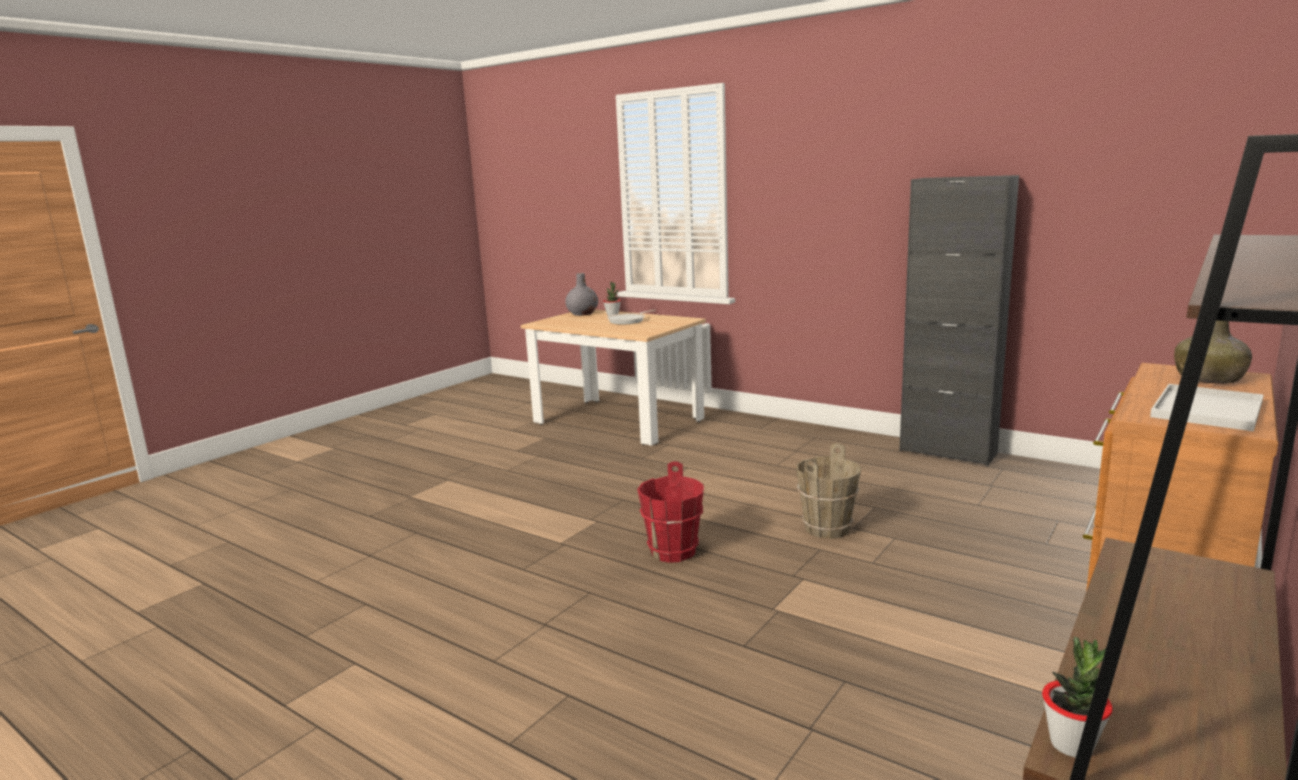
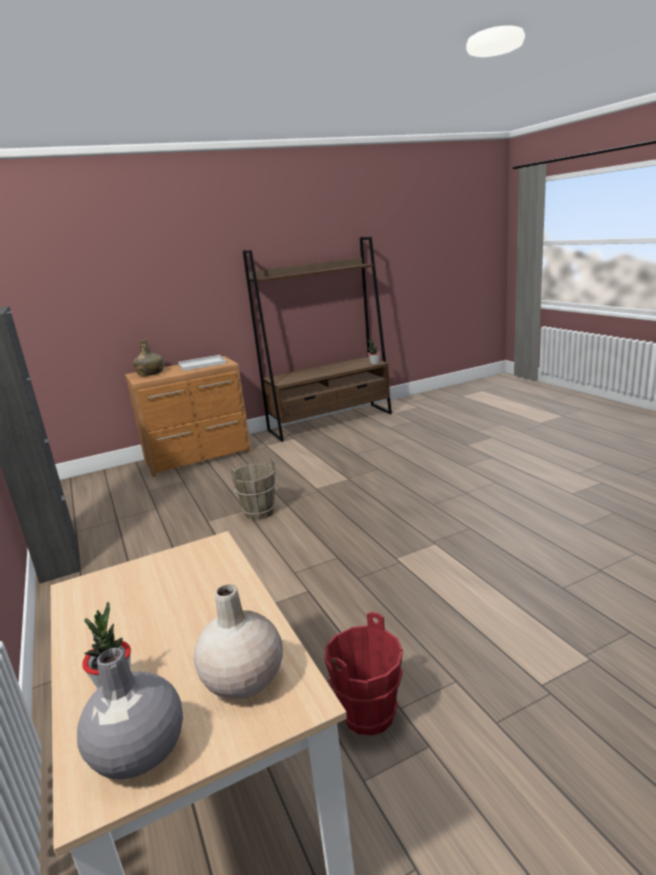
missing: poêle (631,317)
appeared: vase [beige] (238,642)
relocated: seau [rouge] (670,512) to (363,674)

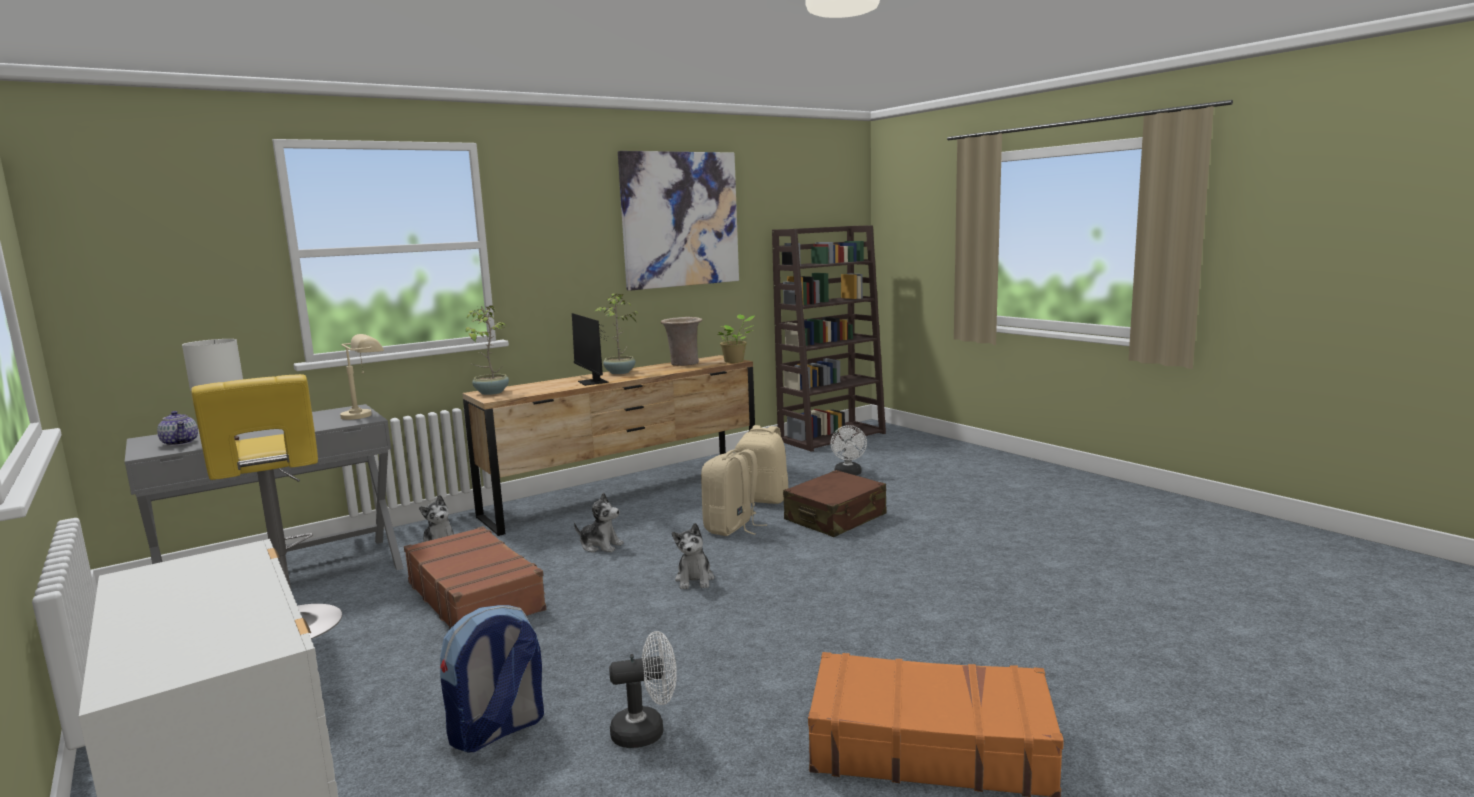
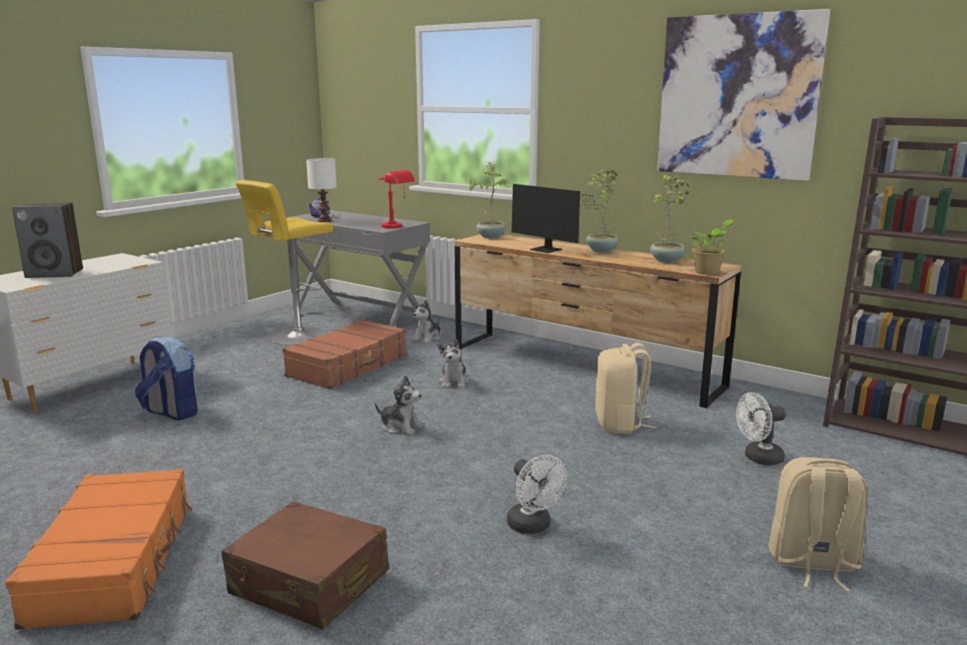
appeared: enceinte (47,240)
relocated: valise [marron] (835,503) to (305,565); ventilateur [blanc] (643,689) to (537,494); sac à dos [beige] (734,492) to (818,524)
exchanged: vase [beige] (681,341) to plante en pot (670,219)
colour: lampe de table [beige] (362,377) to lampe de table [rouge] (396,199)
spun: peluche (693,556) = (399,405) 135 degrees counterclockwise; écran d'ordinateur (590,349) = (556,218) 90 degrees counterclockwise

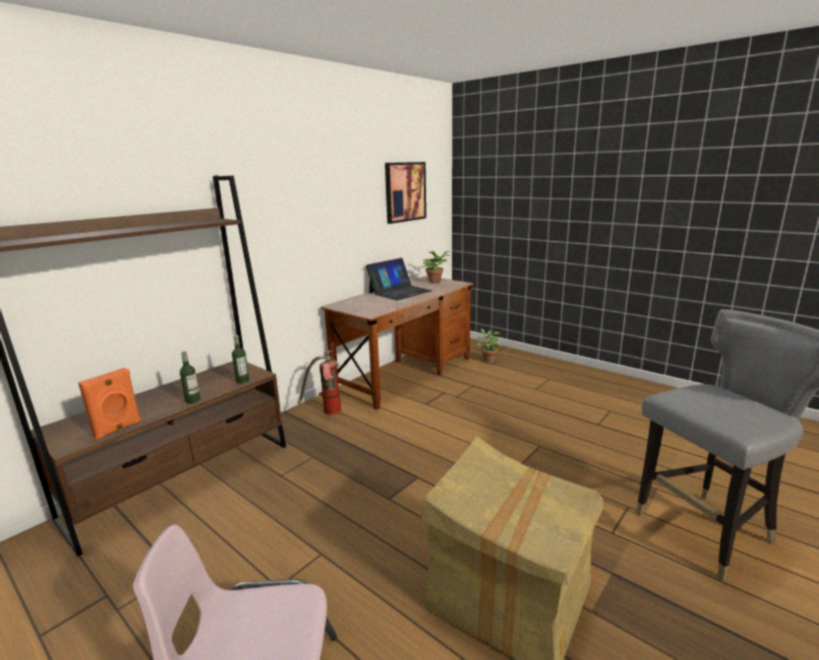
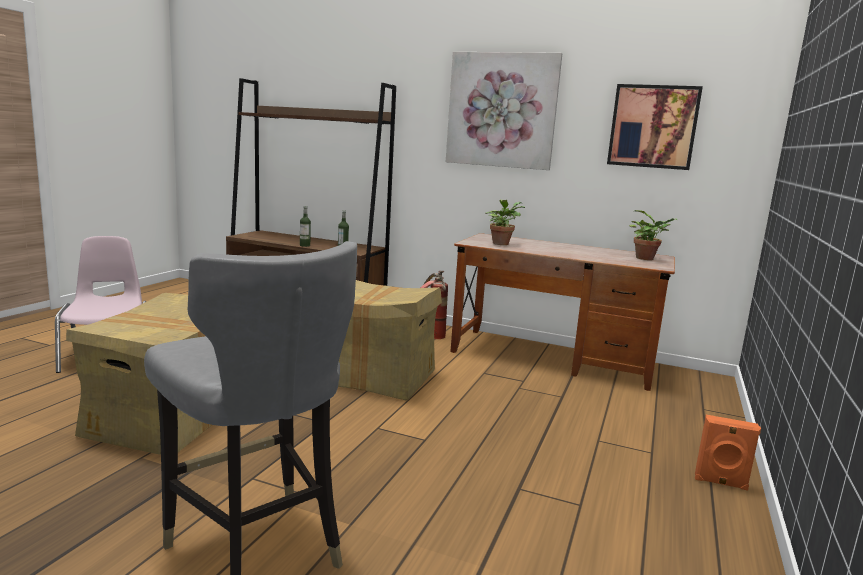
missing: ordinateur portable (399,279)
appeared: carton (390,340); tableau (504,111)
relocated: plante en pot (488,346) to (505,222); enceinte [orange] (109,404) to (728,453)

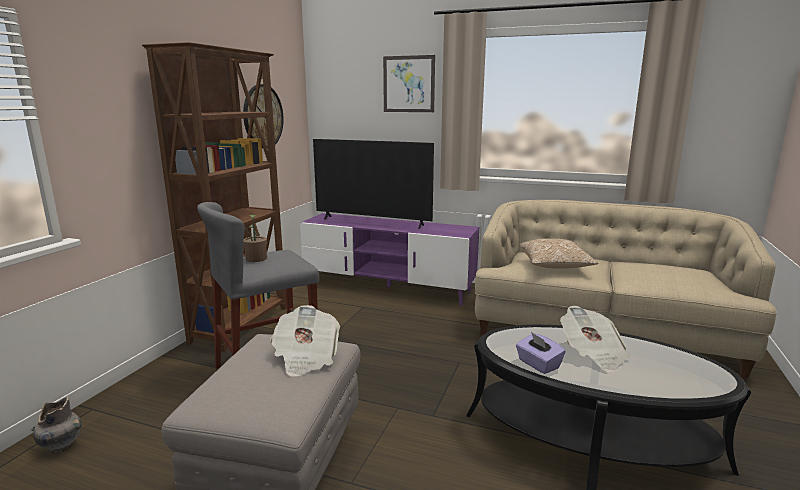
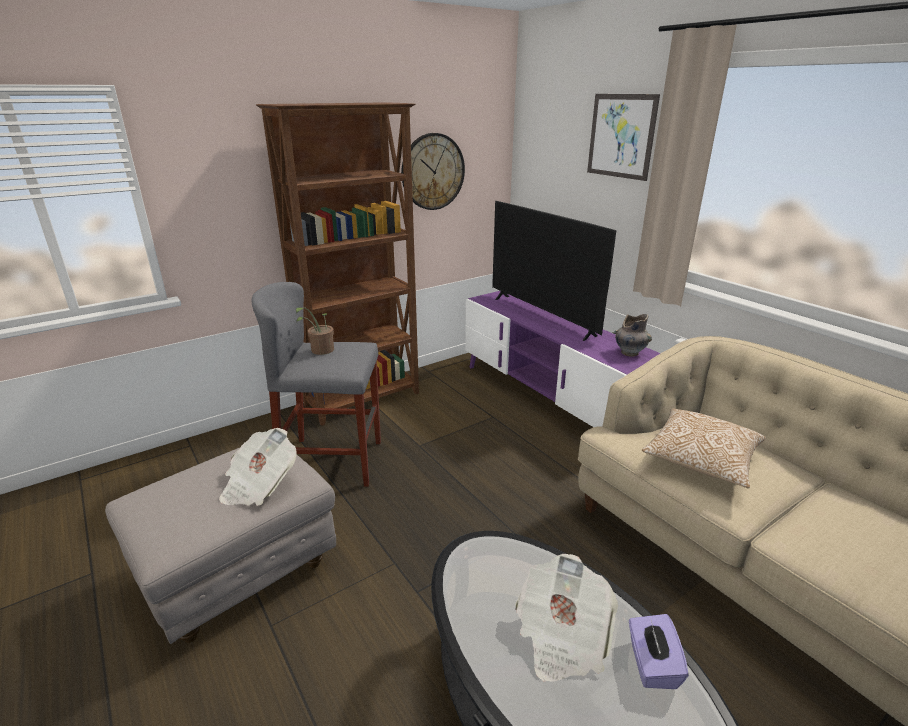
relocated: vase [gris] (56,425) to (632,335); boîte à mouchoirs [violet] (541,353) to (659,651)

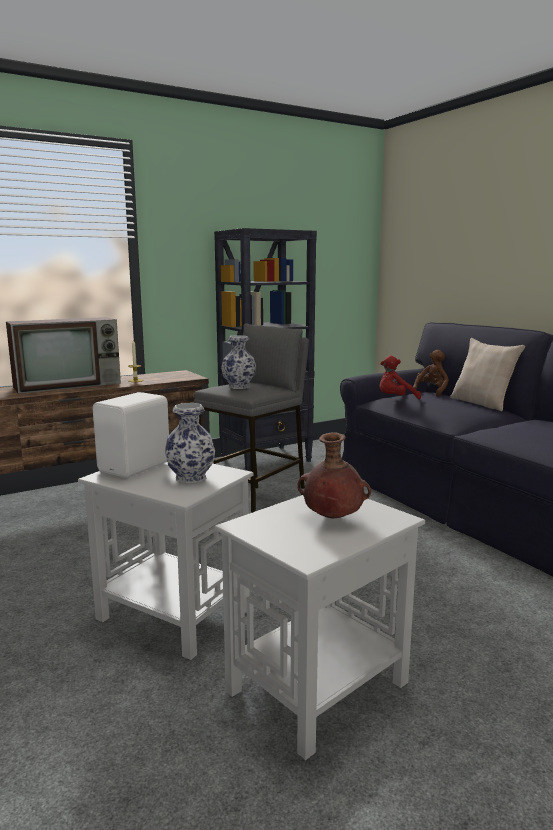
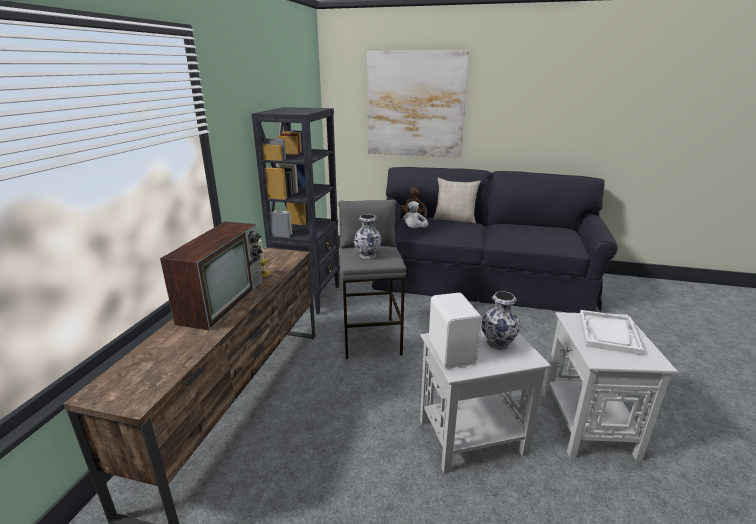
appeared: tableau (418,104)
exchanged: vase [marron] (334,475) to plateau [blanc] (612,332)
colour: peluche [rouge] (400,377) to peluche [blanc] (415,214)

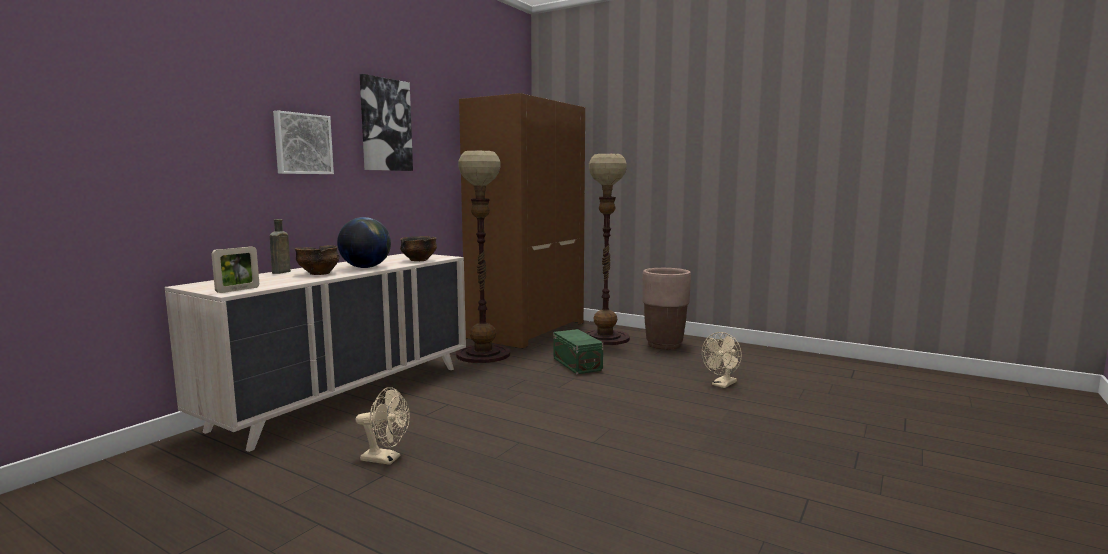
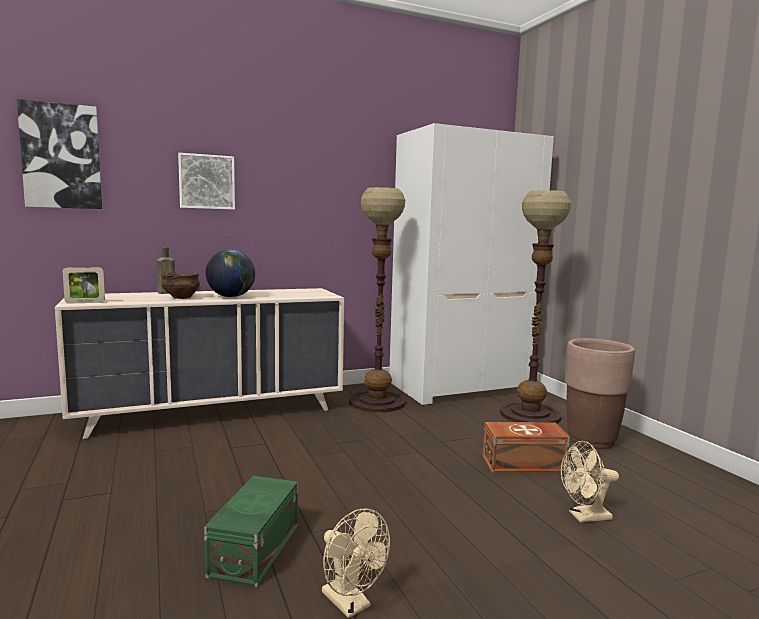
missing: bol (418,248)
appeared: boîte de rangement [marron] (526,447)
relocated: tableau (386,122) to (59,154); boîte de rangement [vert] (578,351) to (251,531); ventilateur [beige] (382,426) to (356,563)
colour: armoire [marron] (522,221) to armoire [blanc] (471,264)

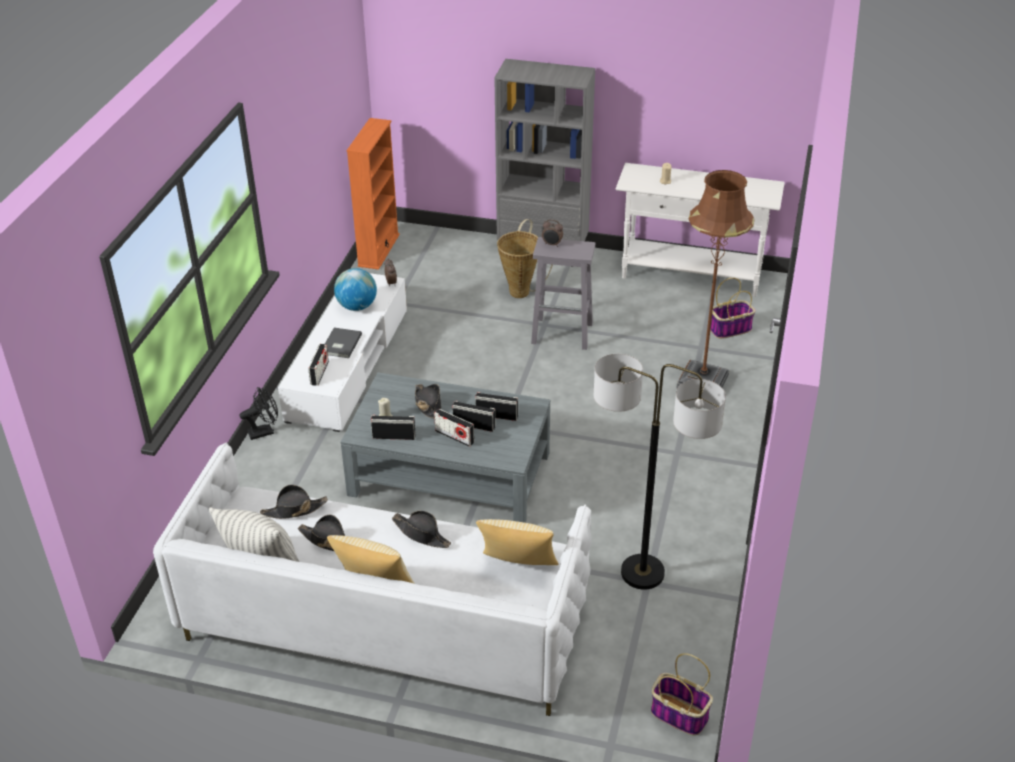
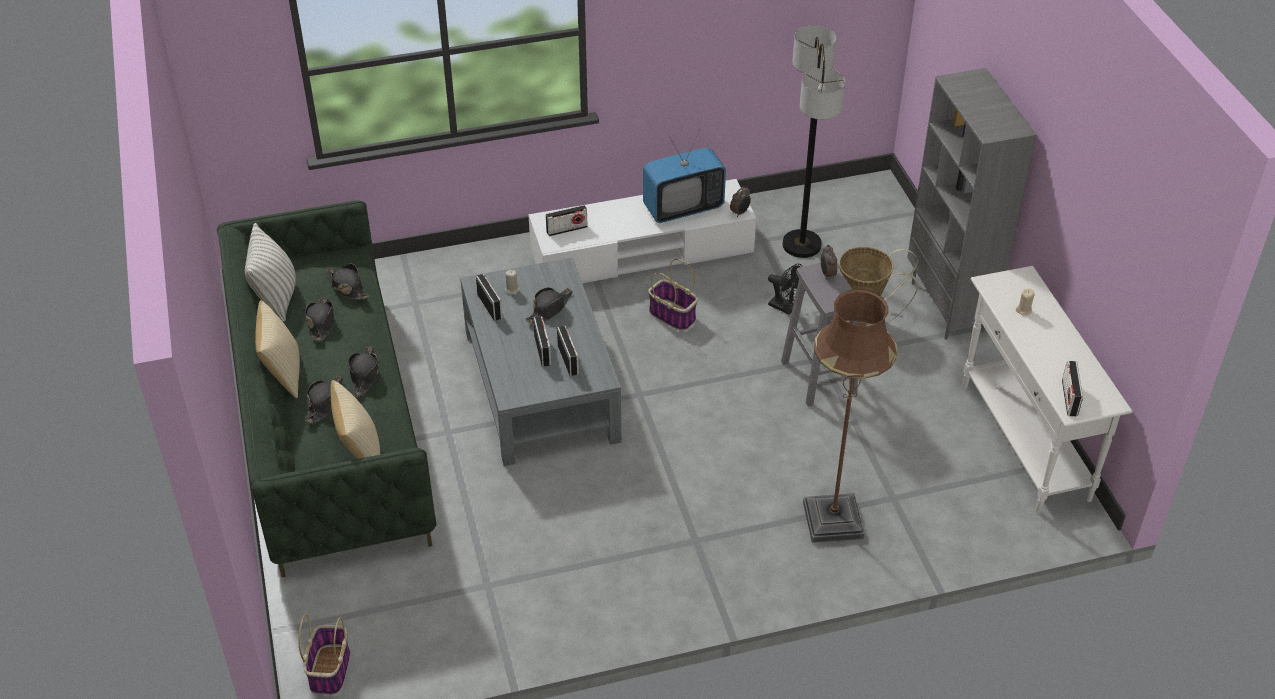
missing: livre [gris] (343,342); bibliothèque [orange] (373,194)
appeared: chapeau [noir] (324,399)
relocated: panier (733,308) to (673,295); ventilateur [noir] (259,413) to (786,289); lampadaire (660,472) to (814,141); radio (454,428) to (1072,388)
exchanged: globe (355,289) to téléviseur (684,176)
colour: canapé [blanc] (372,579) to canapé [vert] (326,389)

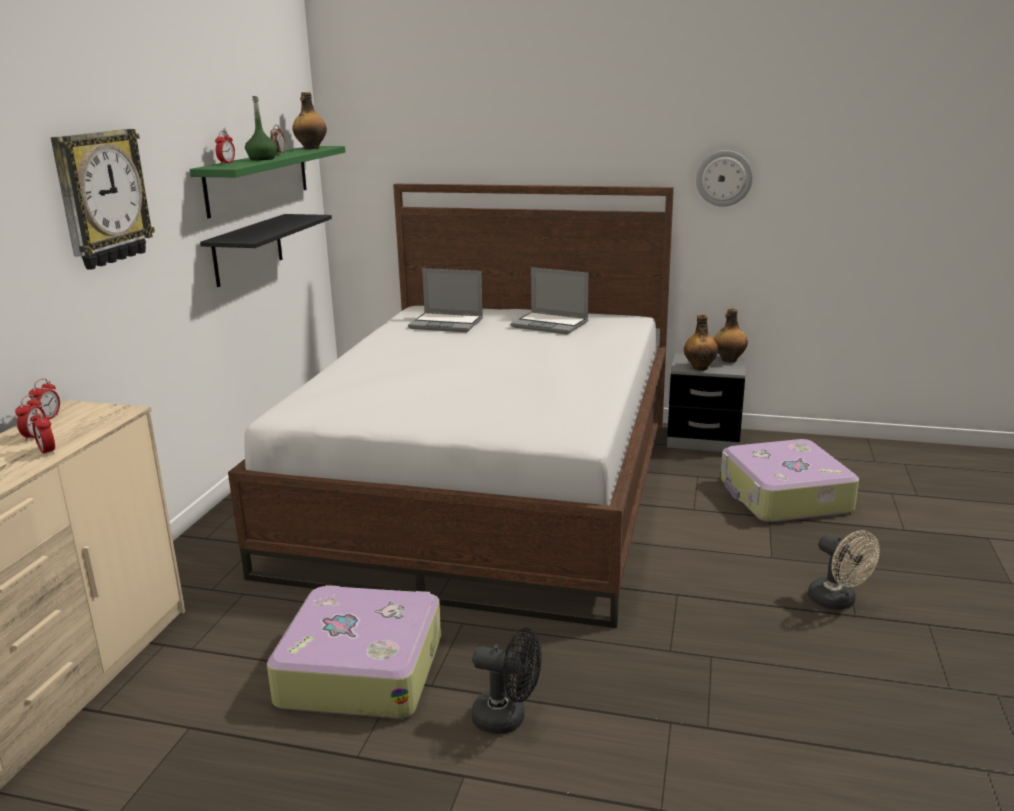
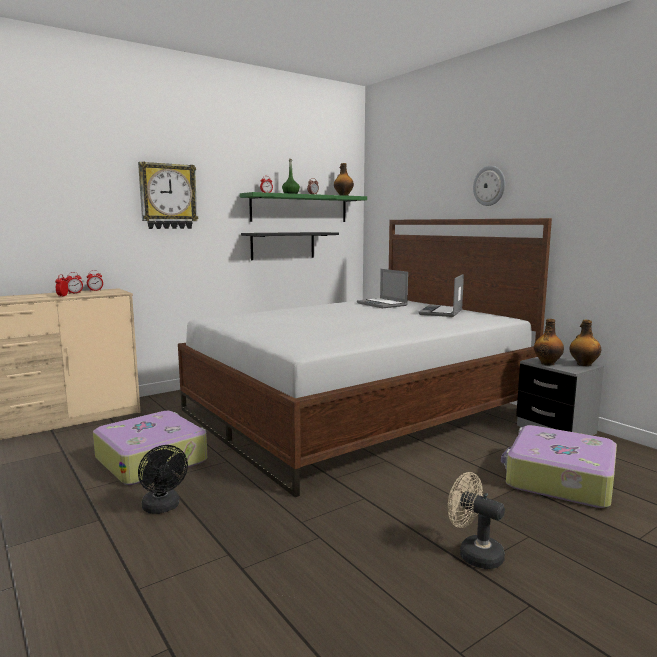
relocated: horloge murale (724,178) to (489,186)
spun: ordinateur portable (550,300) = (441,295) 45 degrees clockwise; ventilateur [beige] (844,570) = (476,520) 120 degrees clockwise

